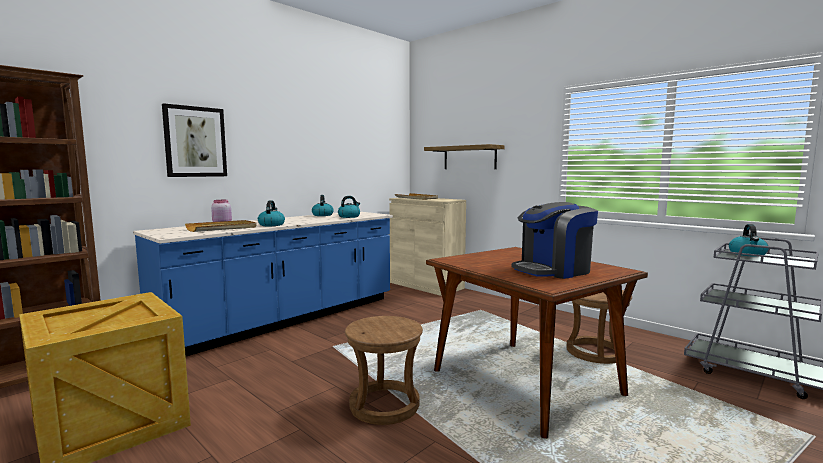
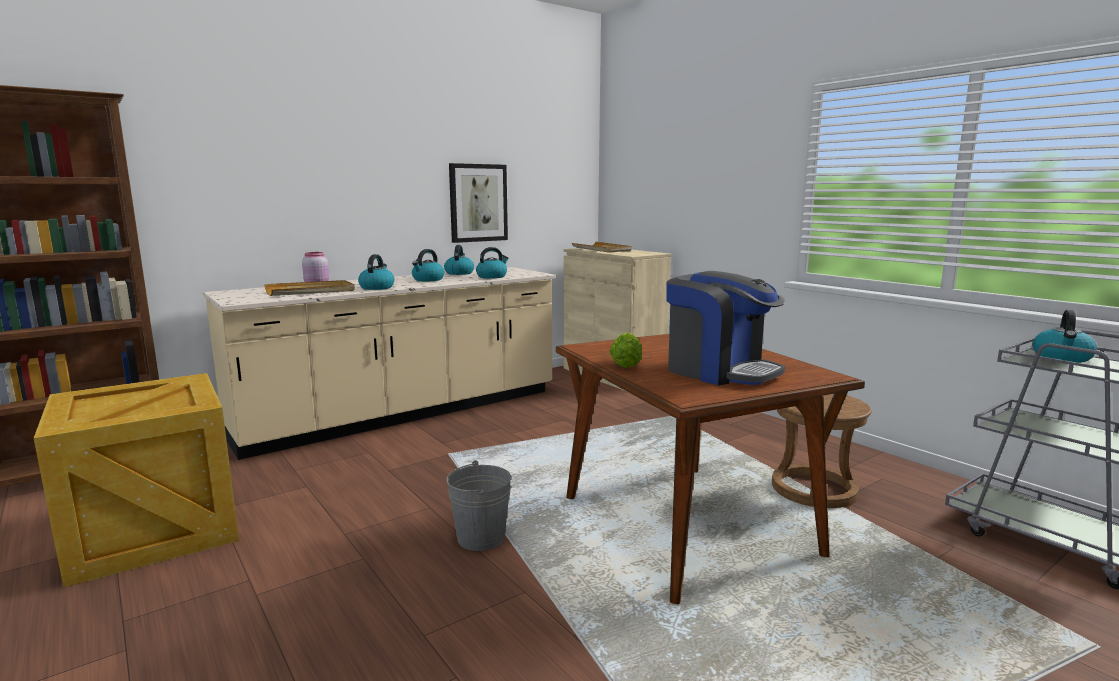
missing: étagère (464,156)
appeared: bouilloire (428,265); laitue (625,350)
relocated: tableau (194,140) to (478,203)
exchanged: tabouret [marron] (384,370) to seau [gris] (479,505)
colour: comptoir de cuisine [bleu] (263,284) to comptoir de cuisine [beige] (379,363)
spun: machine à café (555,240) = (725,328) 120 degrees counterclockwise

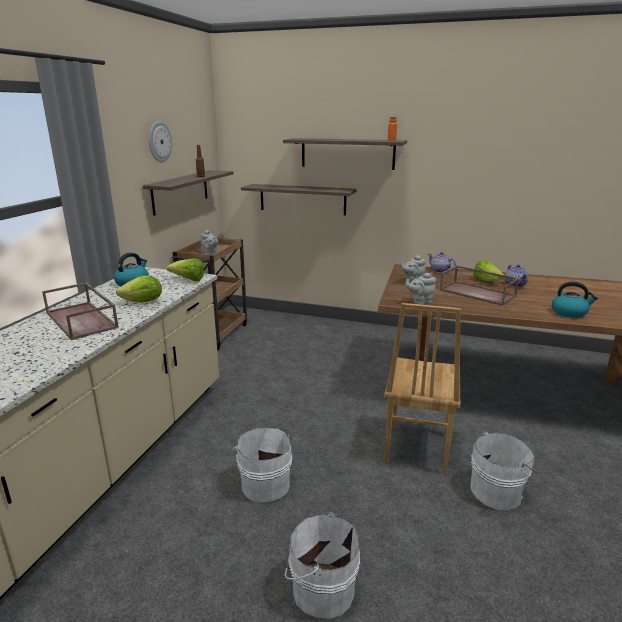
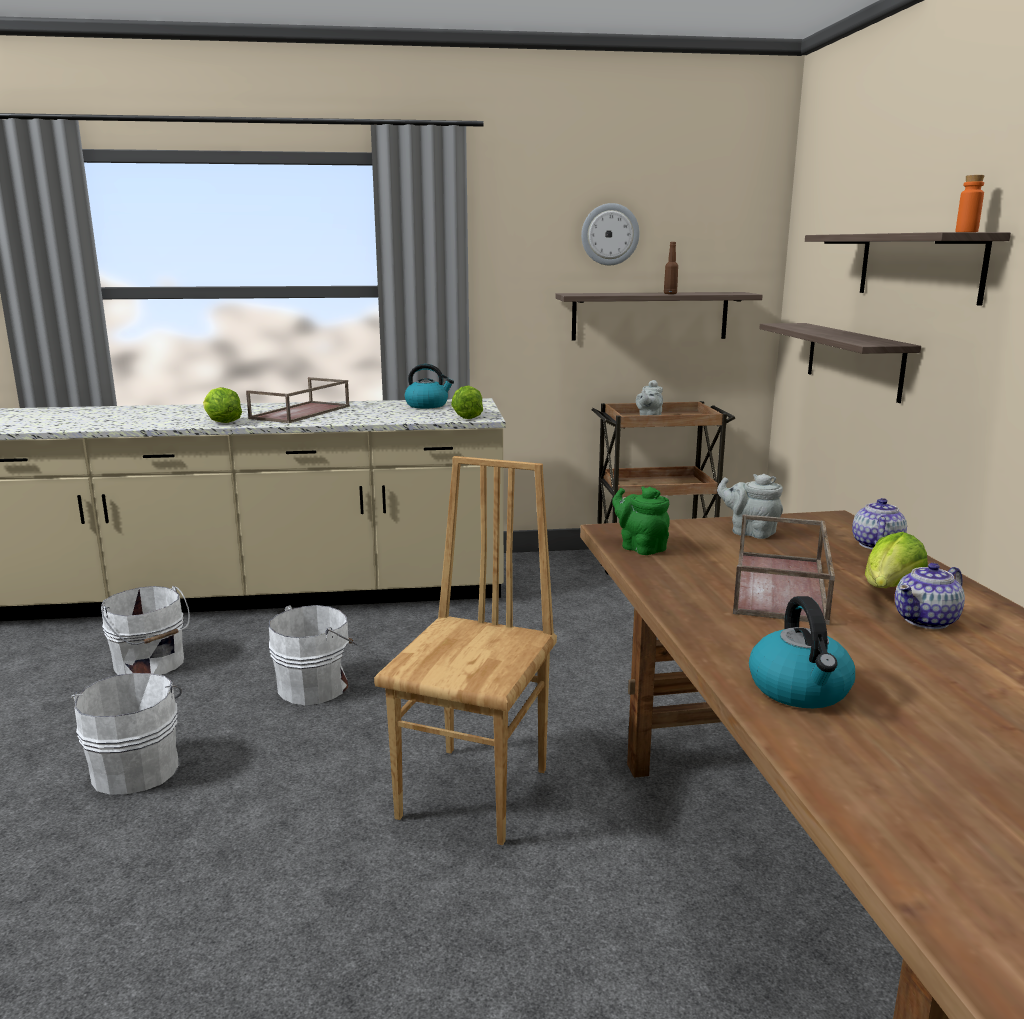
relocated: seau [blanc] (504,470) to (145,630); laitue (139,289) to (222,405)
colour: théière [gris] (420,289) to théière [vert] (641,520)
spun: chaise [marron] (422,389) = (465,650) 120 degrees clockwise

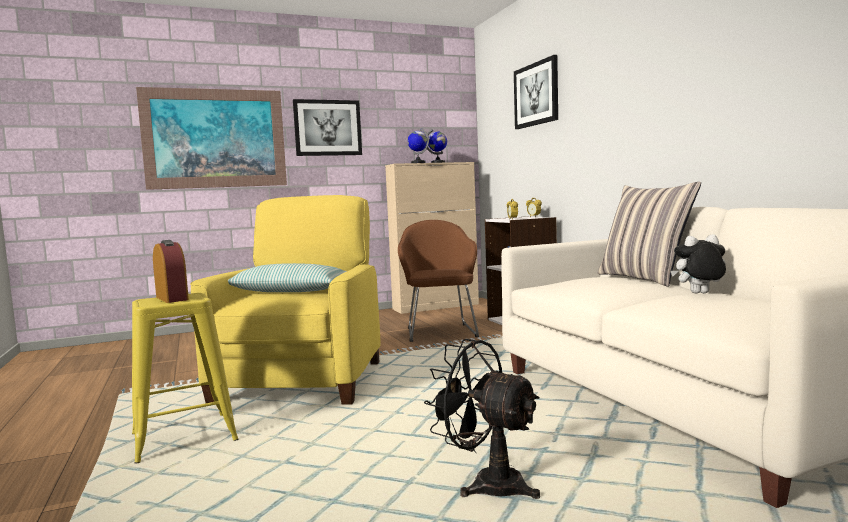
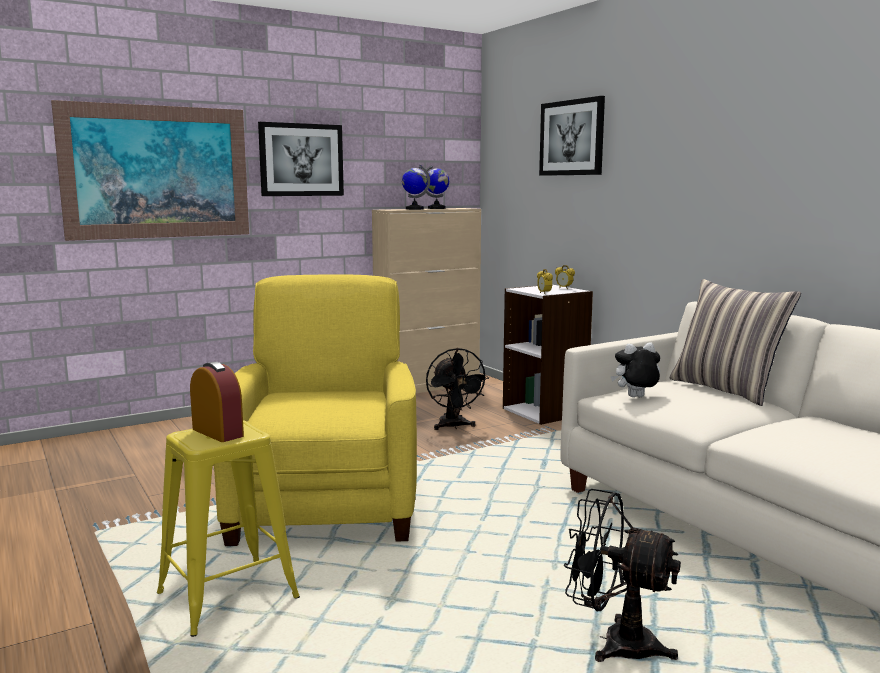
missing: coussin (287,277)
relocated: peluche (698,263) to (635,369)
exchanged: fauteuil [marron] (438,281) to ventilateur [noir] (457,389)

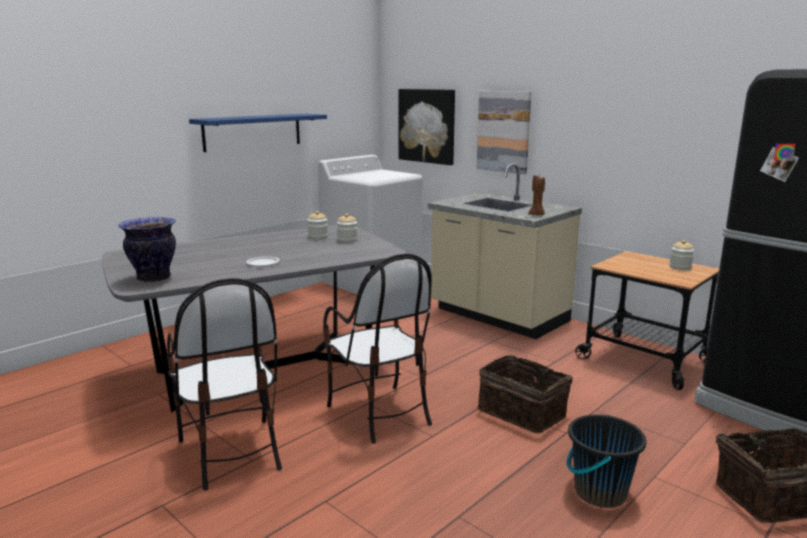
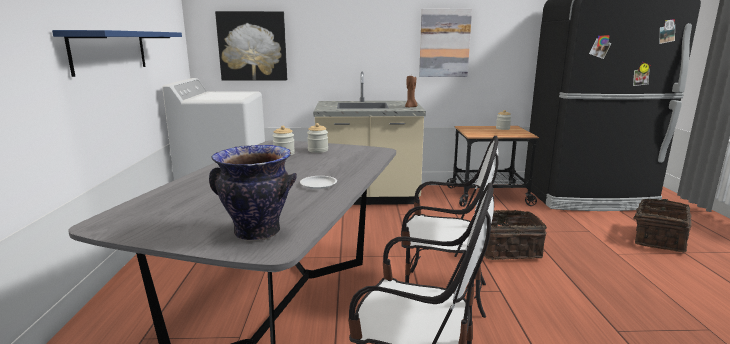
missing: seau [noir] (607,461)
relocated: tableau (504,132) to (445,43)

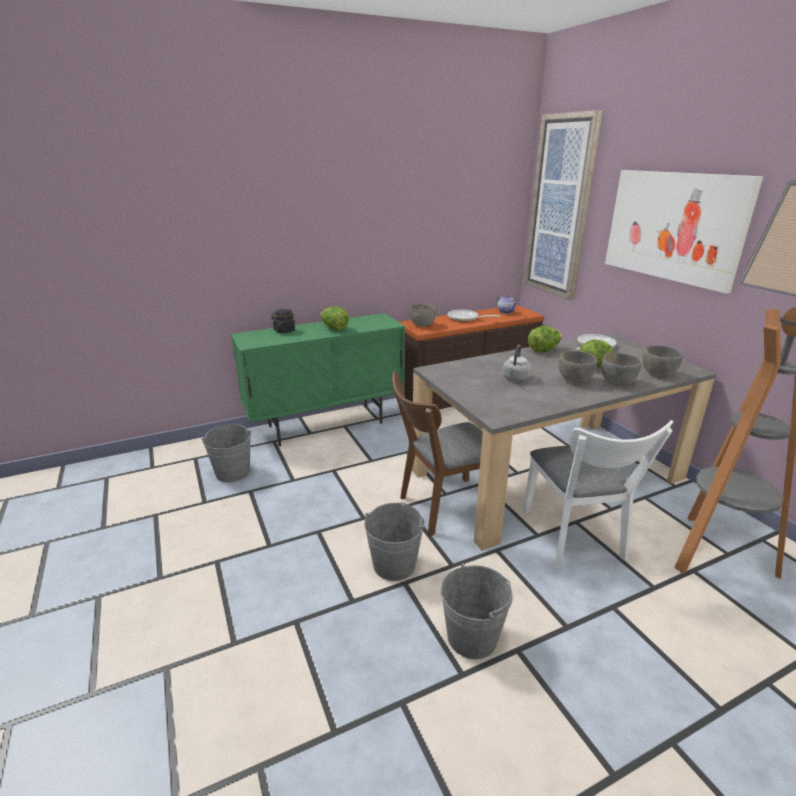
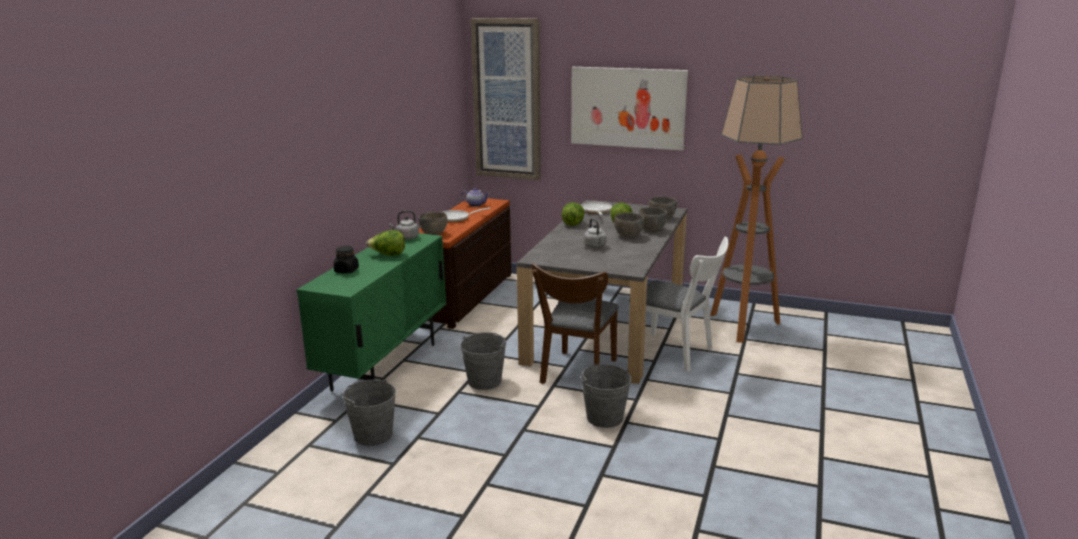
appeared: bouilloire [gris] (404,225)
relocated: seau [gris] (477,611) to (483,361)

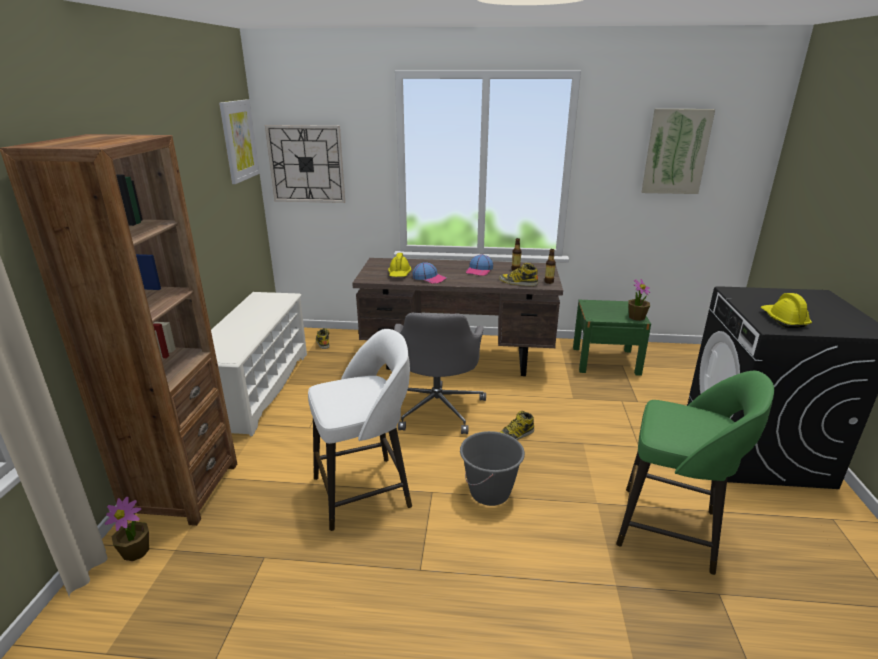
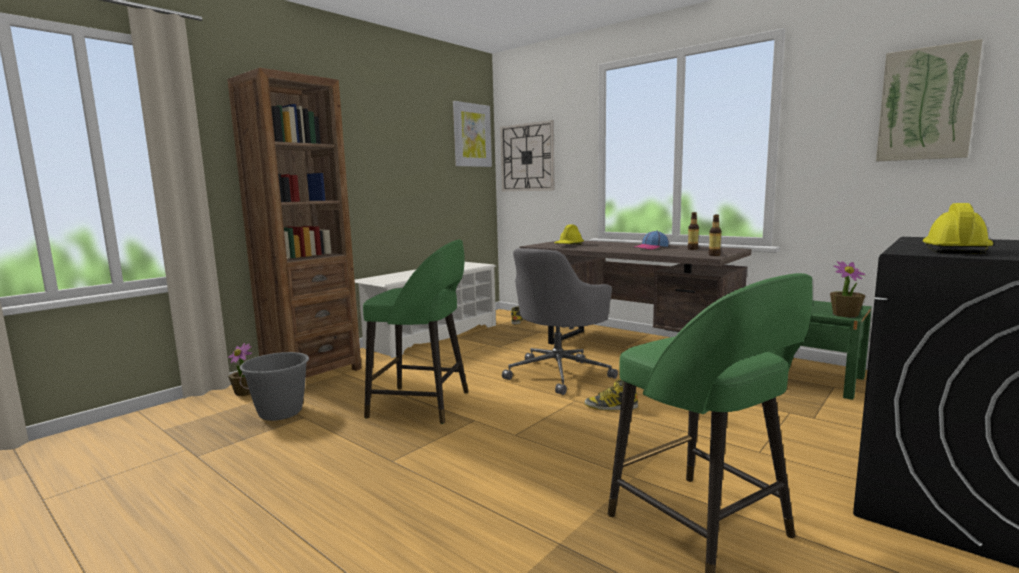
missing: casquette (429,273); botte (518,274)
relocated: seau [gris] (492,468) to (274,386)
colour: tabouret [blanc] (360,430) to tabouret [vert] (415,331)

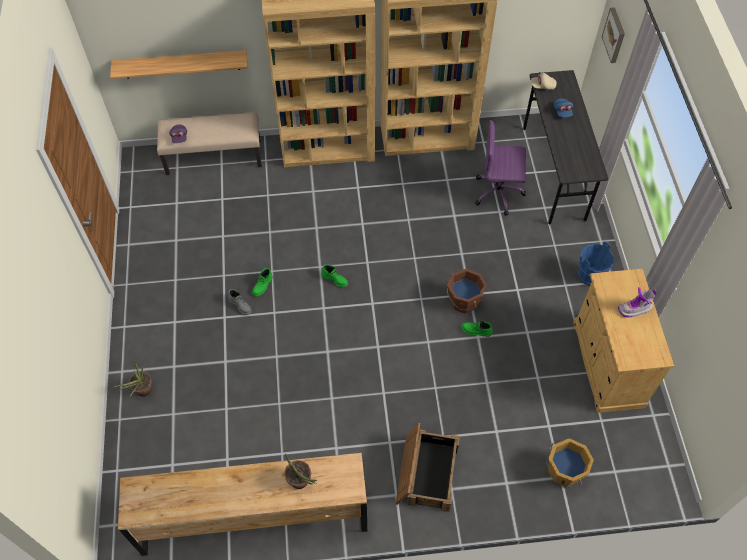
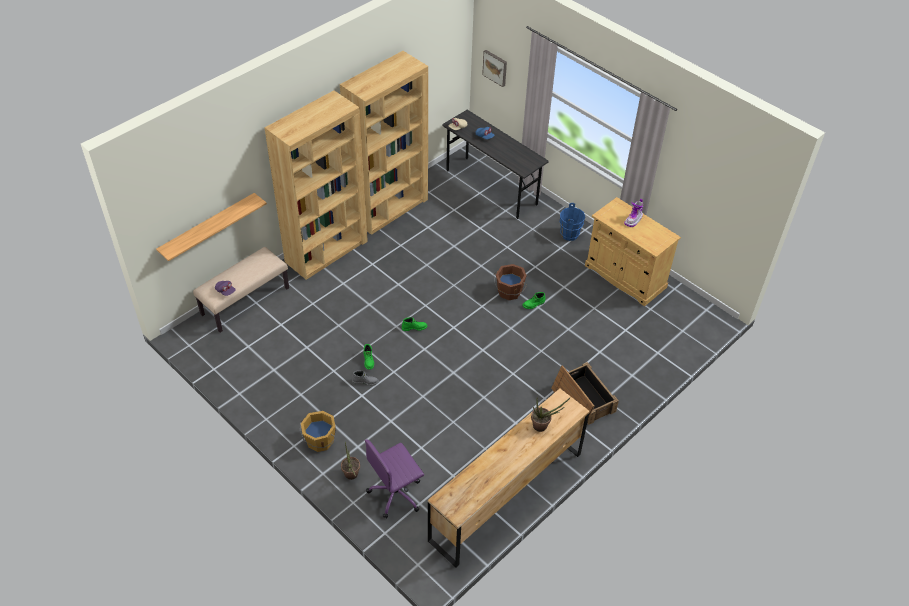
relocated: seau [orange] (570,463) to (318,431); chaise de bureau [violet] (500,168) to (394,478)

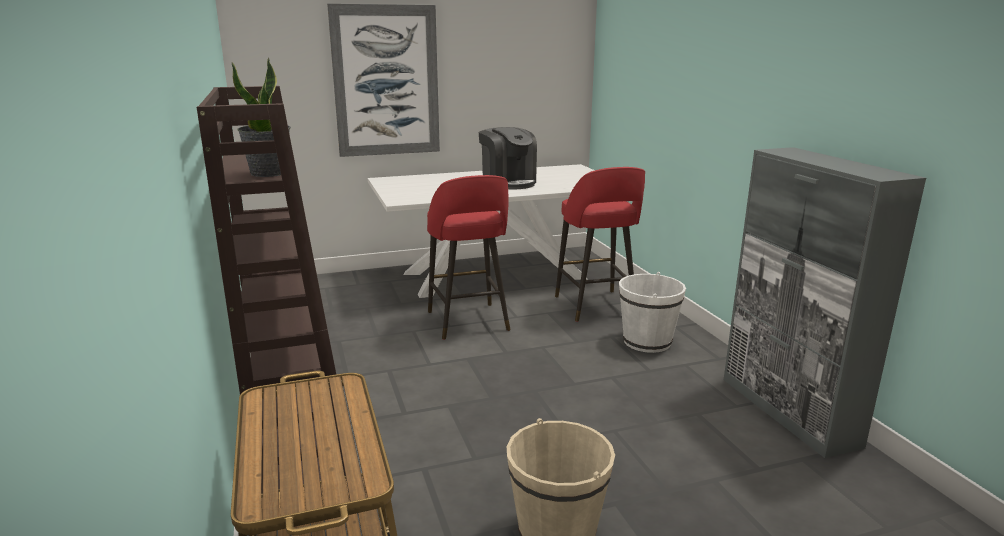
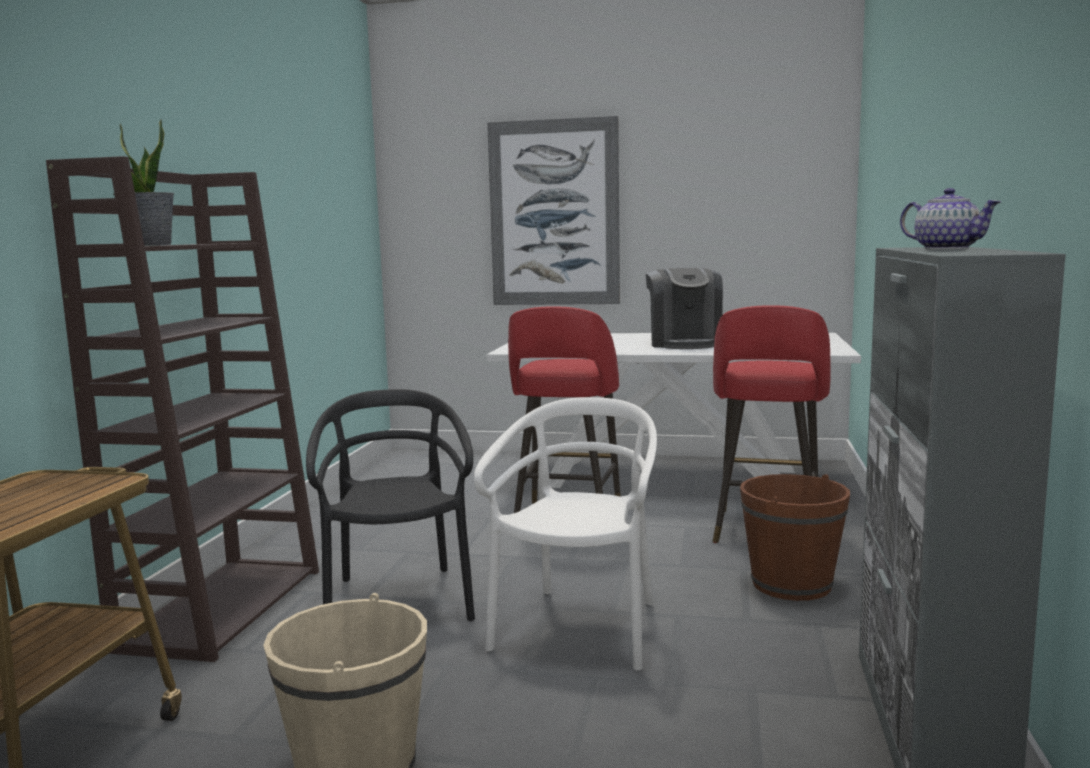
appeared: chaise [noir] (390,505); chaise [blanc] (565,534); théière (950,219)
colour: seau [blanc] (652,312) to seau [marron] (795,537)

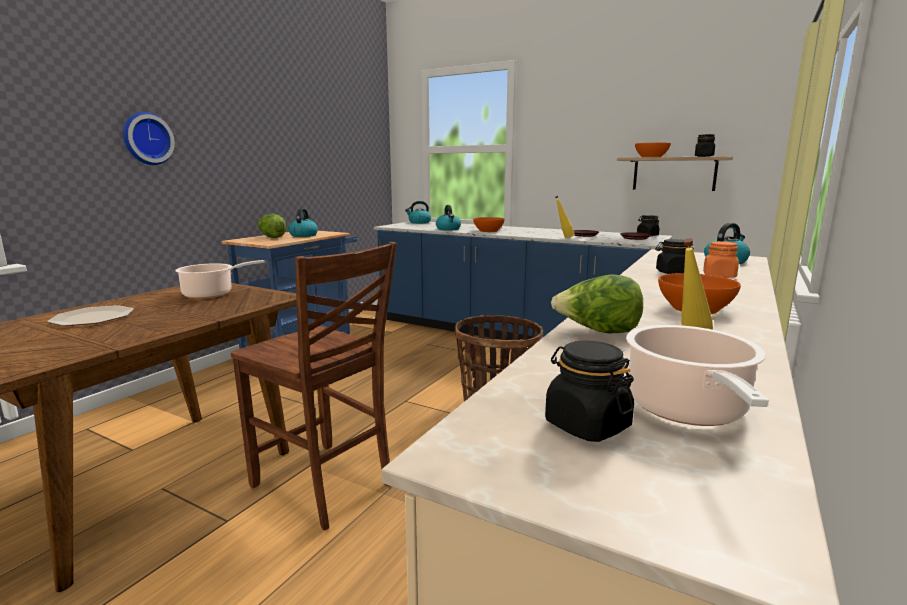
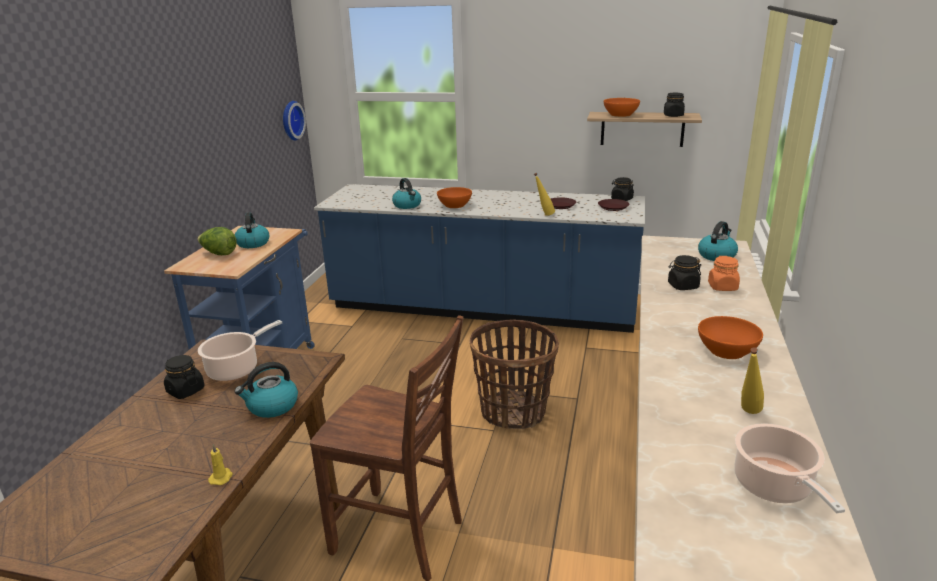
missing: assiette (90,315); laitue (597,303)
appeared: bougie [jaune] (220,464)
relocated: bocal [noir] (589,391) to (184,377); bouilloire (418,212) to (266,390); horloge murale (149,138) to (294,121)

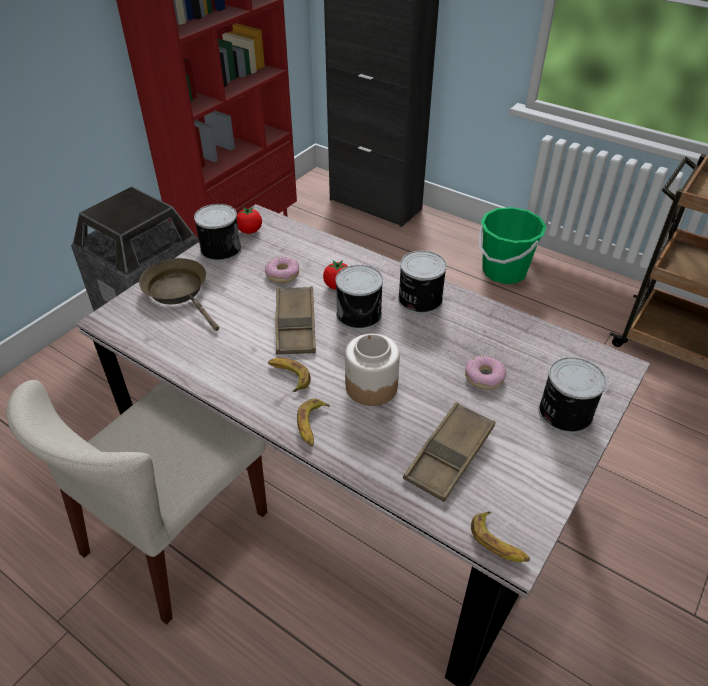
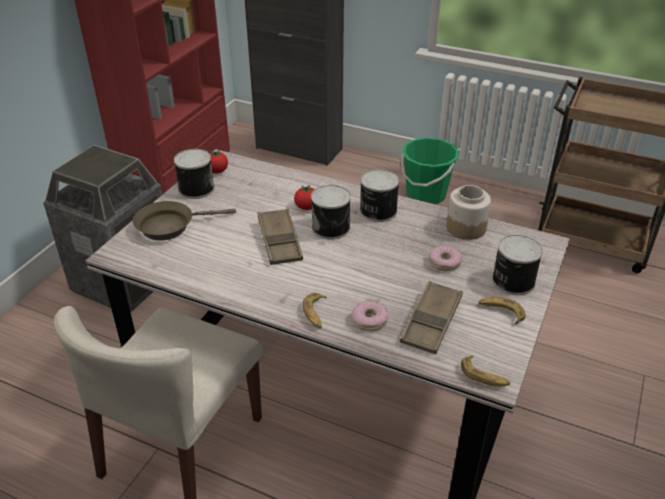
relocated: beignet (282,270) to (370,316); bocal (372,370) to (469,212); banane (289,375) to (502,310)
spun: poêle [marron] (179,294) = (184,220) 60 degrees counterclockwise

